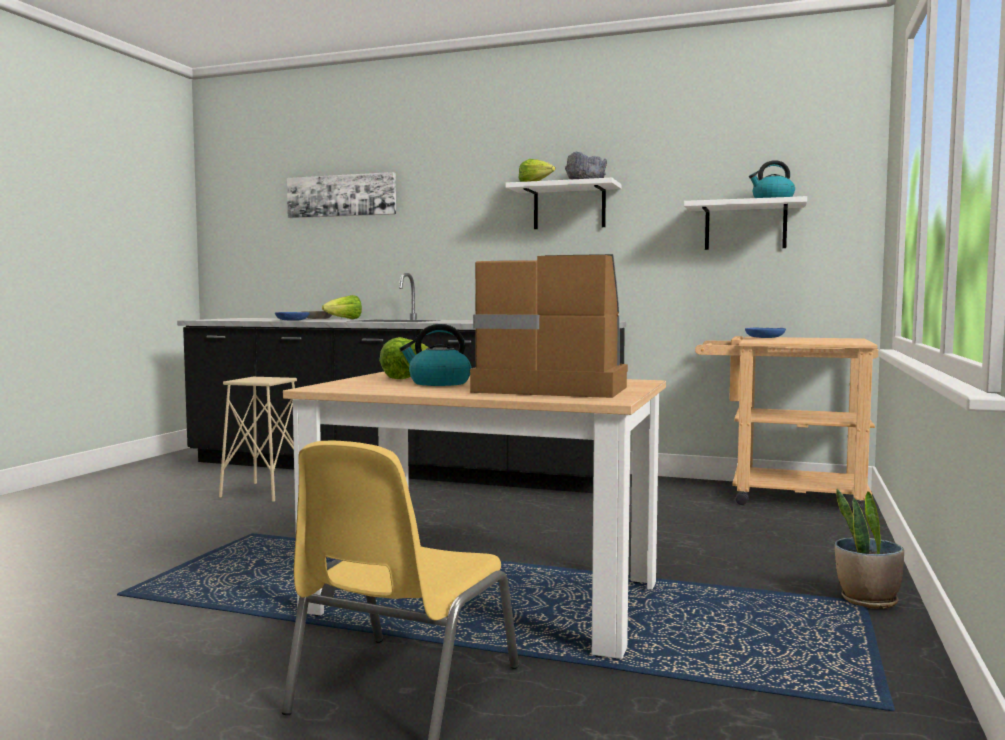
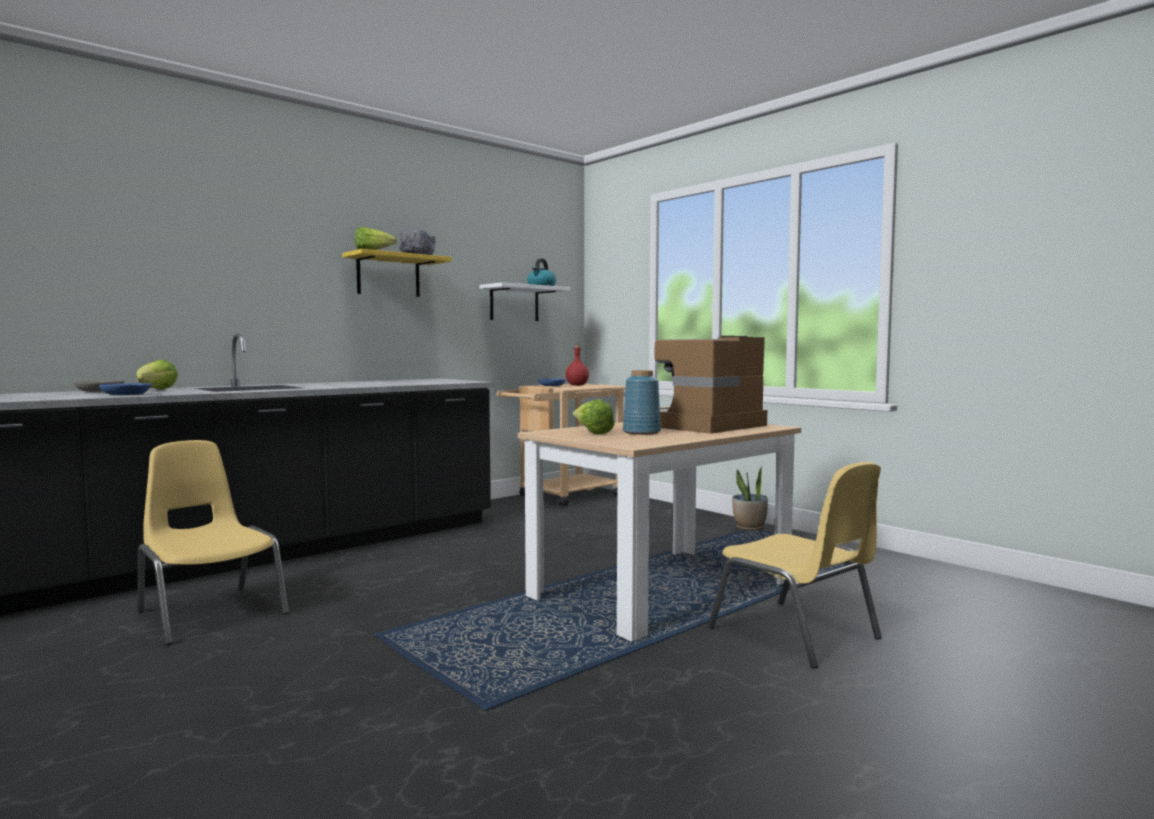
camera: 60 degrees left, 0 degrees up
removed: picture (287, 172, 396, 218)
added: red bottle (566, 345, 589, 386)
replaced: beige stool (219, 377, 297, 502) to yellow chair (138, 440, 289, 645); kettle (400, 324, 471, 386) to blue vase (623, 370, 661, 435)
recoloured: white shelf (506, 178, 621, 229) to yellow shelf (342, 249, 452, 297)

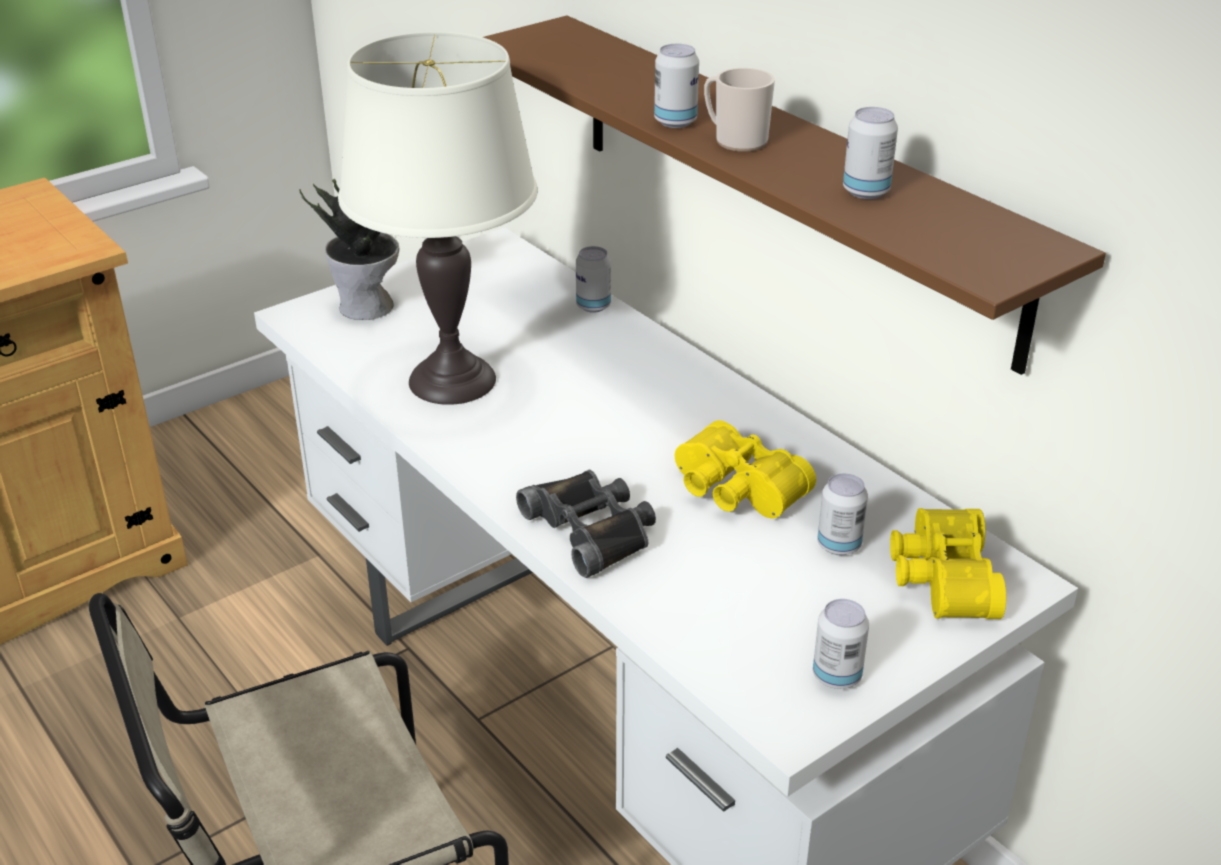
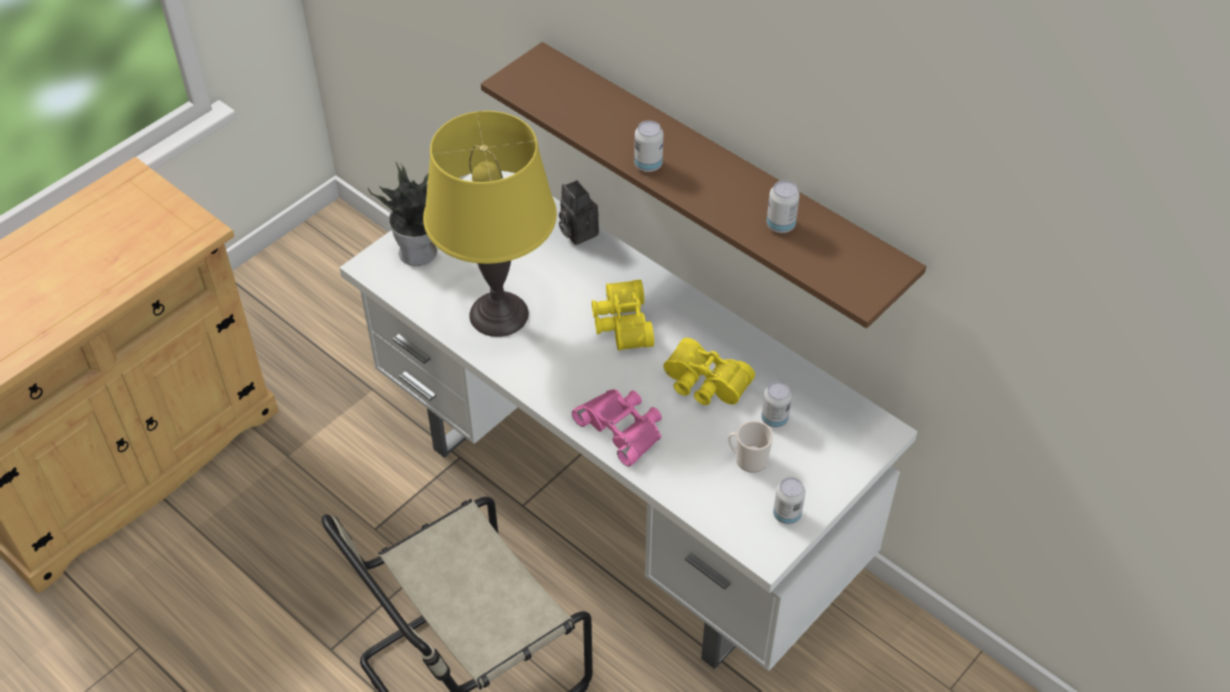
camera: 10 degrees left, 15 degrees up
moved: mug (704, 68, 775, 152) to (728, 421, 773, 473); yellow binoculars (890, 508, 1006, 619) to (592, 279, 654, 351)
replaced: can (576, 246, 611, 313) to photo camera (559, 180, 599, 245)
recoloured: white table lamp (338, 32, 538, 405) to yellow table lamp (423, 111, 557, 337); black binoculars (516, 470, 656, 578) to pink binoculars (572, 389, 662, 467)

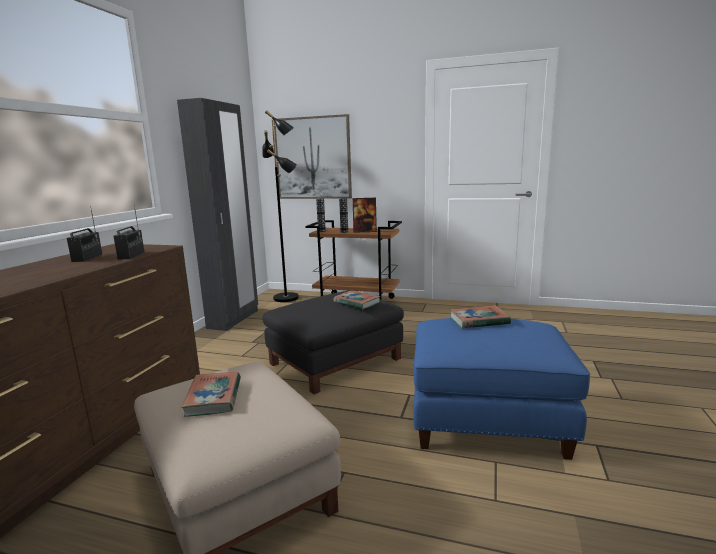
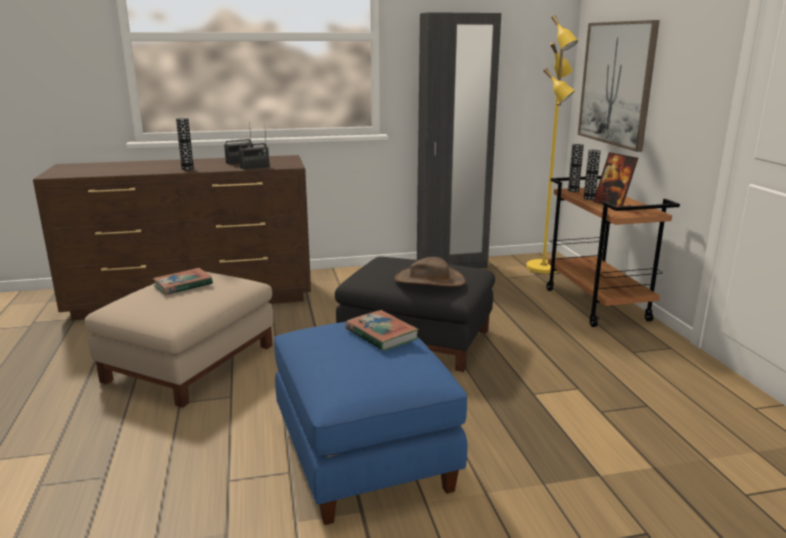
camera: 60 degrees right, 5 degrees up
added: vase (176, 118, 194, 170)
replaced: book (334, 291, 380, 309) to brown hat (394, 257, 466, 287)
recoloured: black floor lamp (262, 110, 299, 302) to yellow floor lamp (526, 15, 578, 274)

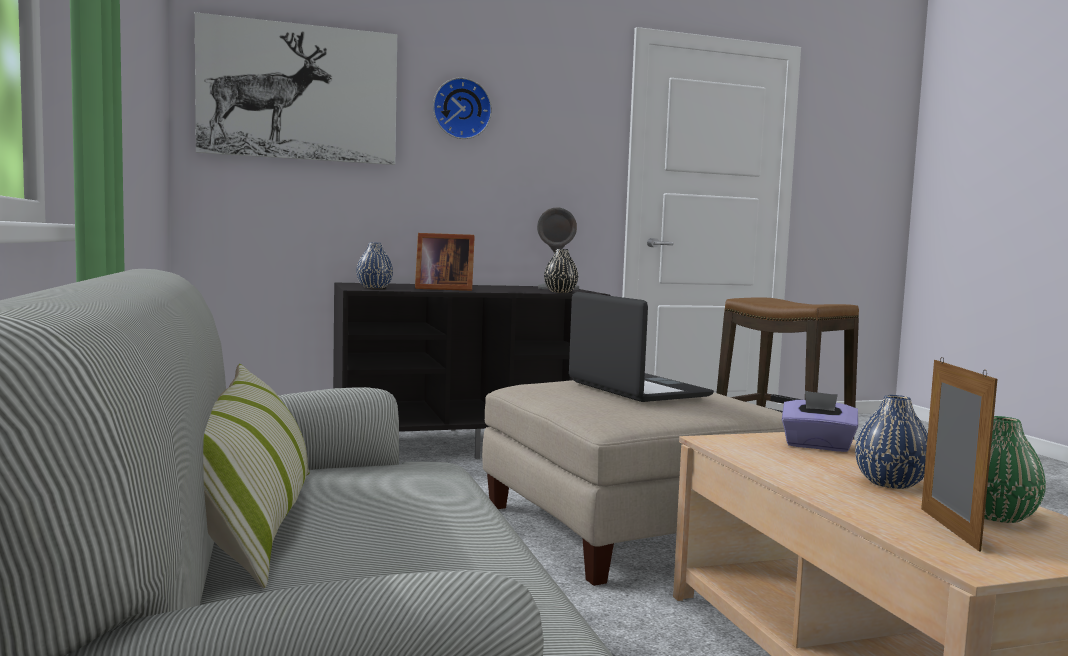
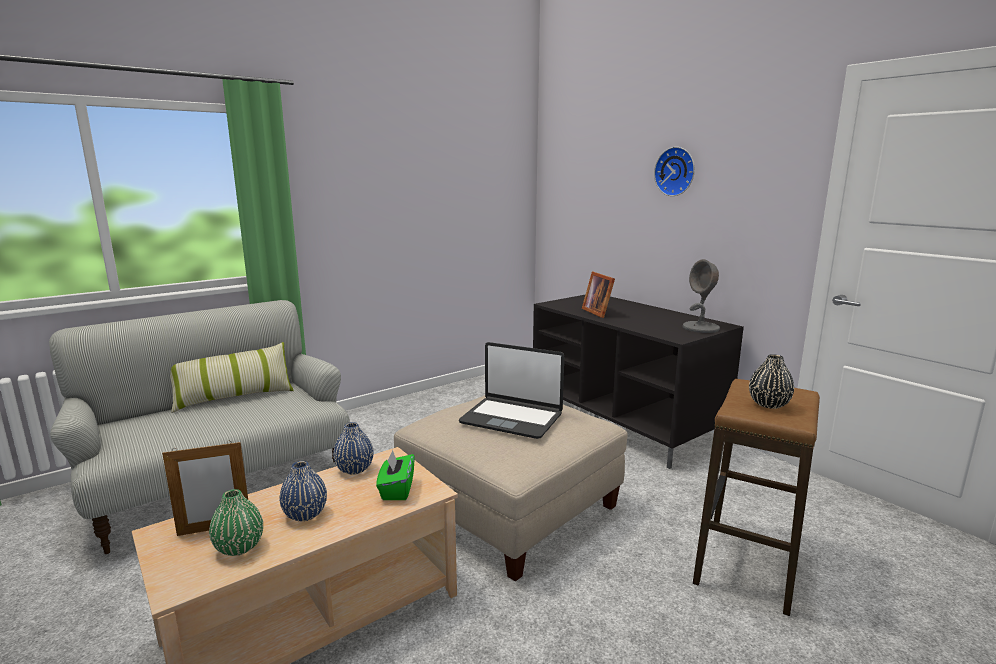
camera: 70 degrees right, 10 degrees up
removed: picture (195, 12, 397, 165)
moved: blue vase (356, 242, 393, 288) to (333, 422, 374, 475); black vase (544, 249, 578, 293) to (749, 354, 794, 409)
recoloured: purple tissue box (782, 391, 858, 452) to green tissue box (376, 450, 415, 500)
turned: laptop (569, 292, 714, 402) = (459, 342, 564, 439) 75 degrees clockwise

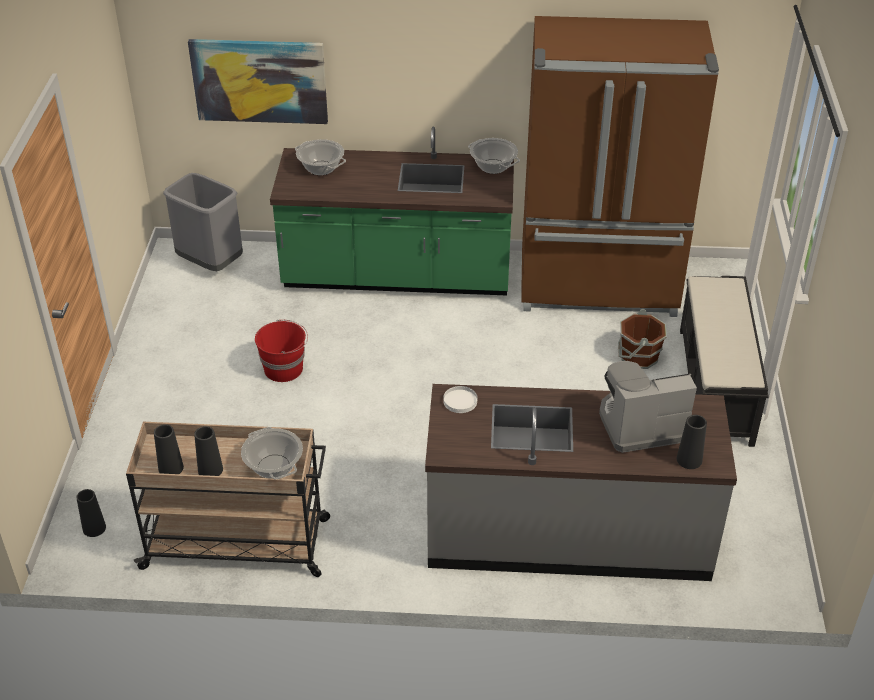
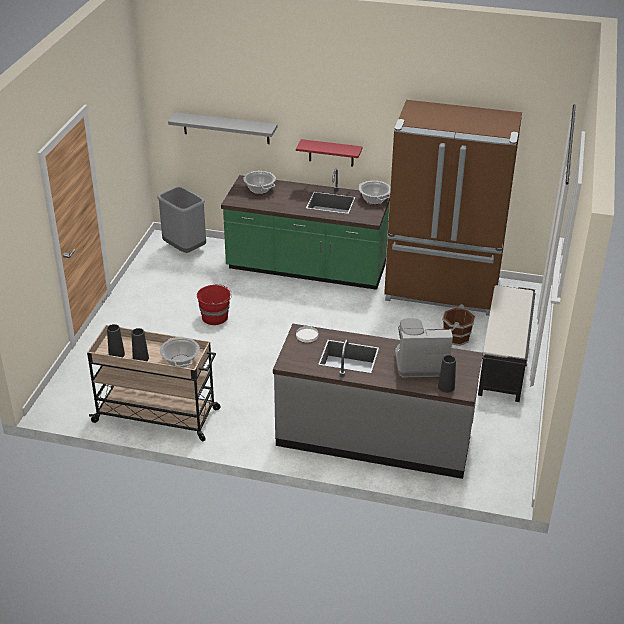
camera: 10 degrees right, 5 degrees down
removed: black vase (76, 489, 106, 537)
added: red shelf (296, 139, 363, 166)
replaced: picture (188, 39, 328, 124) to grey shelf (168, 112, 277, 144)

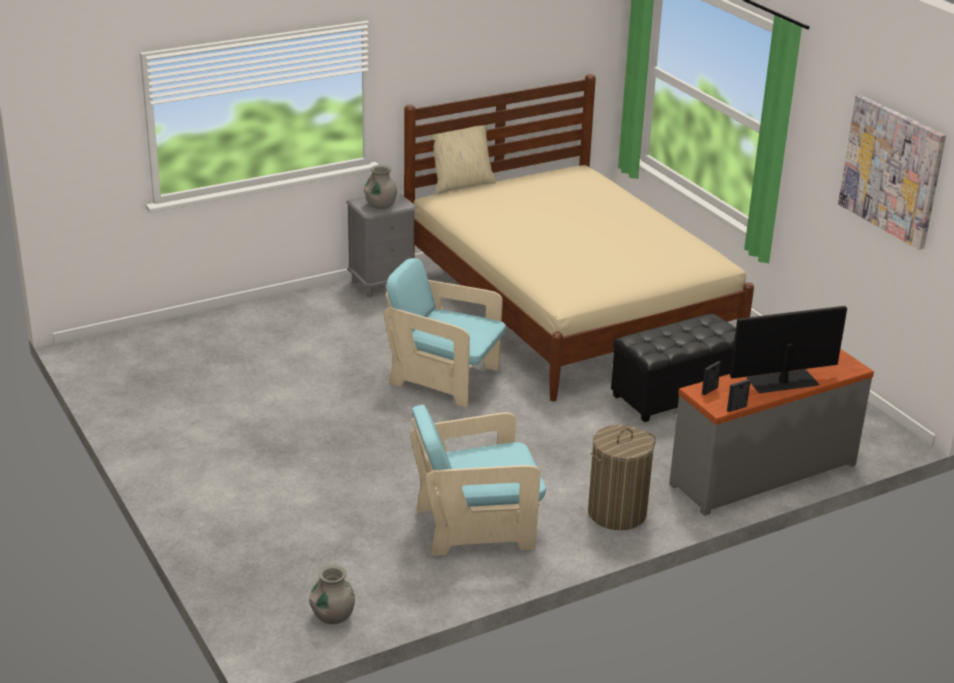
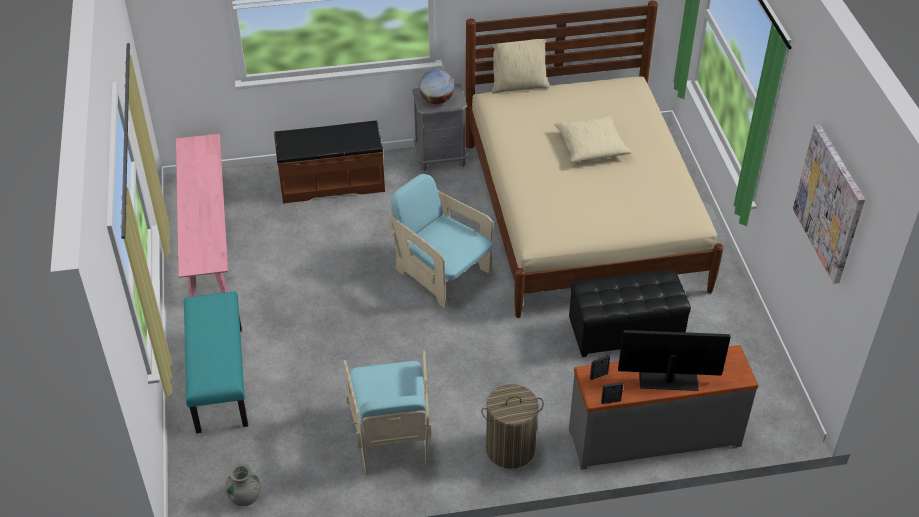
camera: 20 degrees right, 15 degrees up
added: pink bench (176, 134, 228, 297); turquoise bench (184, 291, 248, 433); brown bench (274, 121, 385, 204); beige pillow (554, 116, 632, 162)
replaced: grey vase (364, 165, 397, 209) to globe (419, 69, 454, 104)
turned: turquoise armchair (410, 405, 546, 556) = (343, 351, 431, 475) 105 degrees counterclockwise

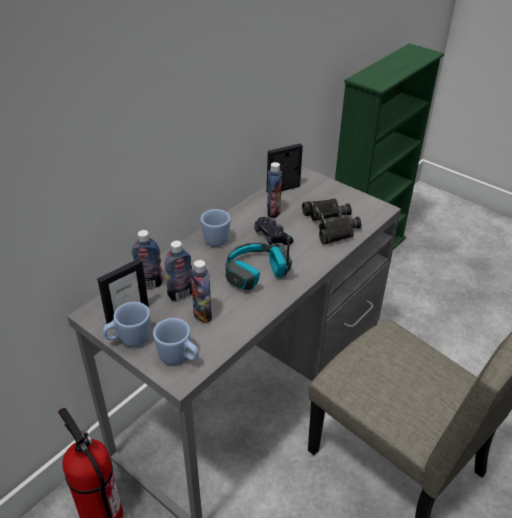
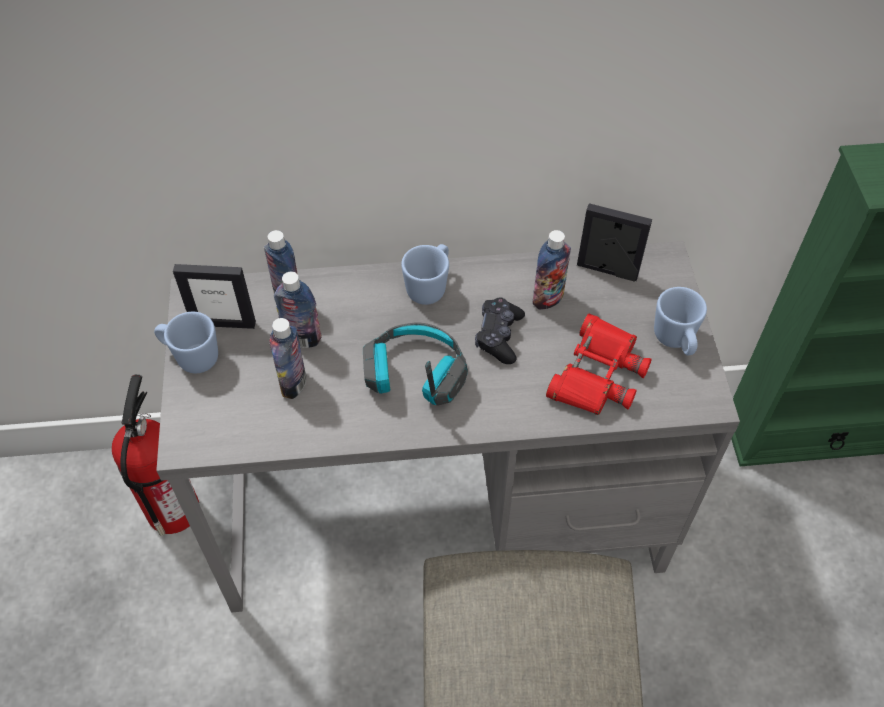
camera: 45 degrees right, 15 degrees up
moved: blue mug (153, 318, 199, 365) to (654, 287, 707, 355)
recoloured: black binoculars (302, 199, 361, 244) to red binoculars (546, 314, 652, 415)

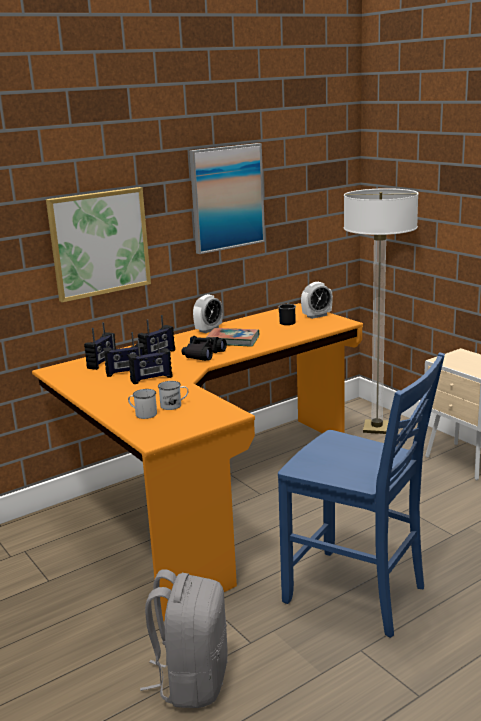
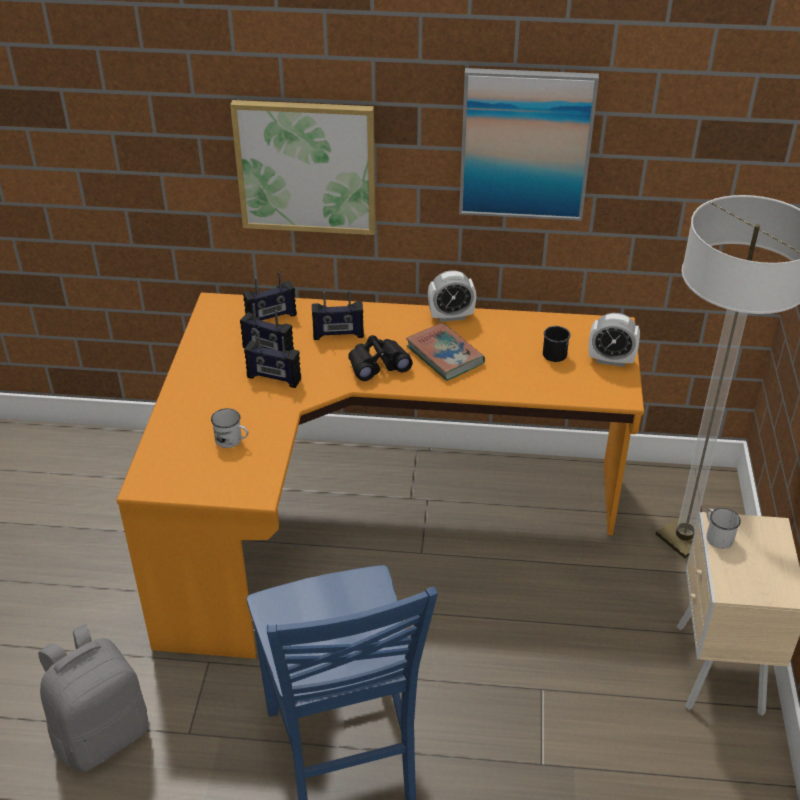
camera: 40 degrees right, 20 degrees up
moved: white mug (128, 389, 157, 419) to (706, 508, 741, 549)

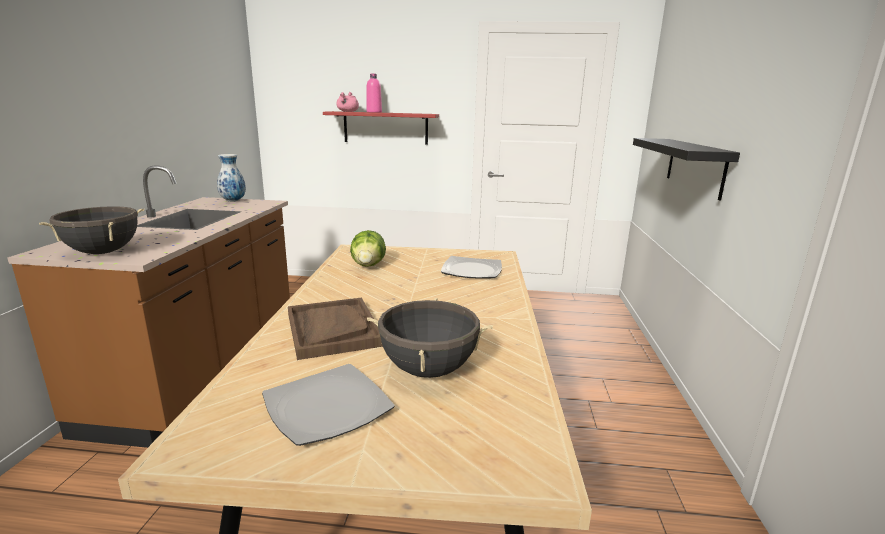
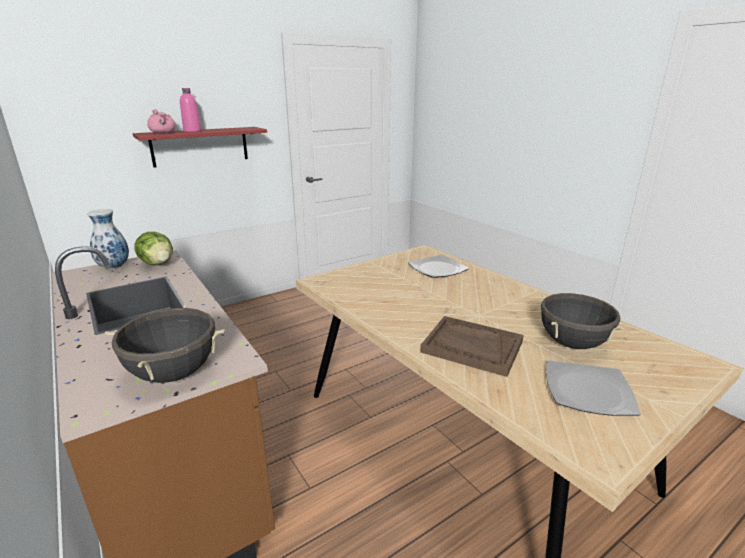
camera: 40 degrees left, 5 degrees up
removed: black shelf (633, 138, 740, 200)
moved: lettuce (350, 230, 386, 267) to (134, 232, 173, 266)

